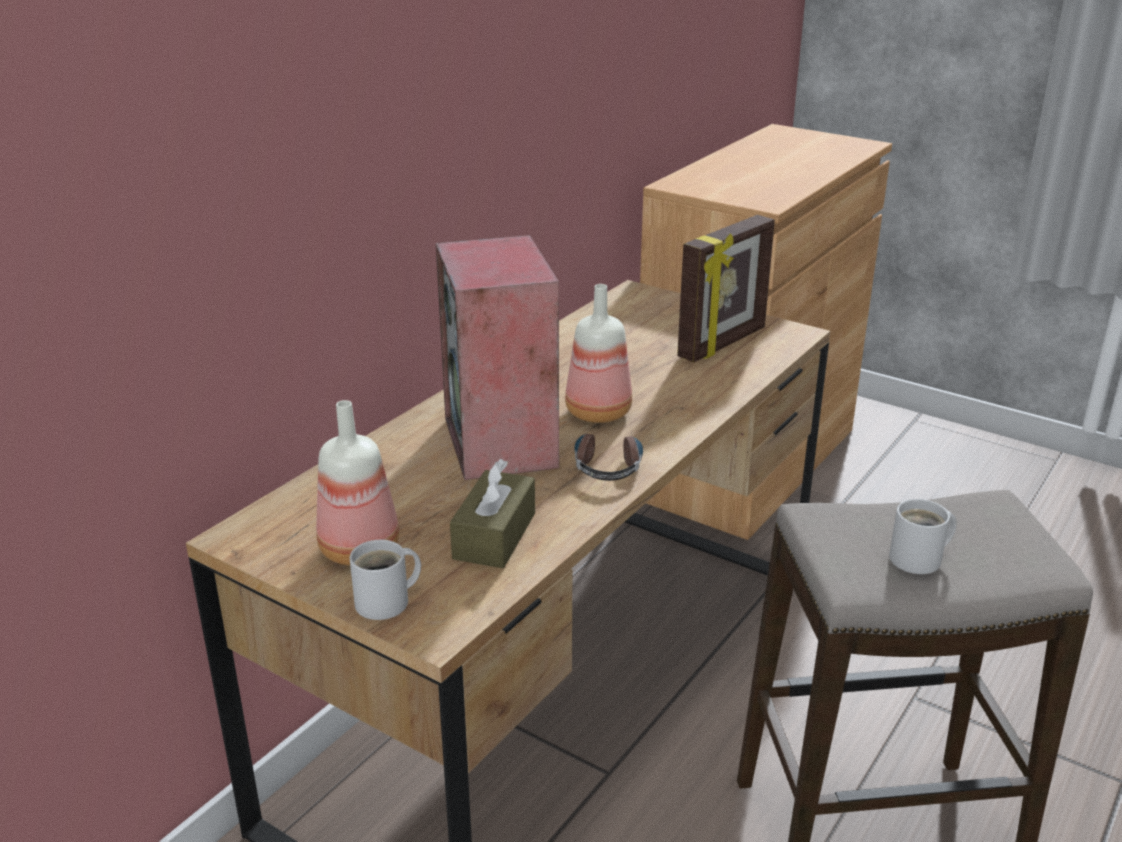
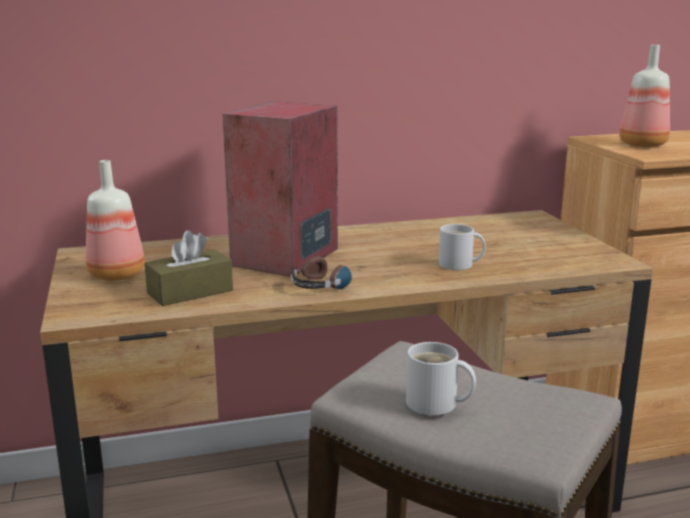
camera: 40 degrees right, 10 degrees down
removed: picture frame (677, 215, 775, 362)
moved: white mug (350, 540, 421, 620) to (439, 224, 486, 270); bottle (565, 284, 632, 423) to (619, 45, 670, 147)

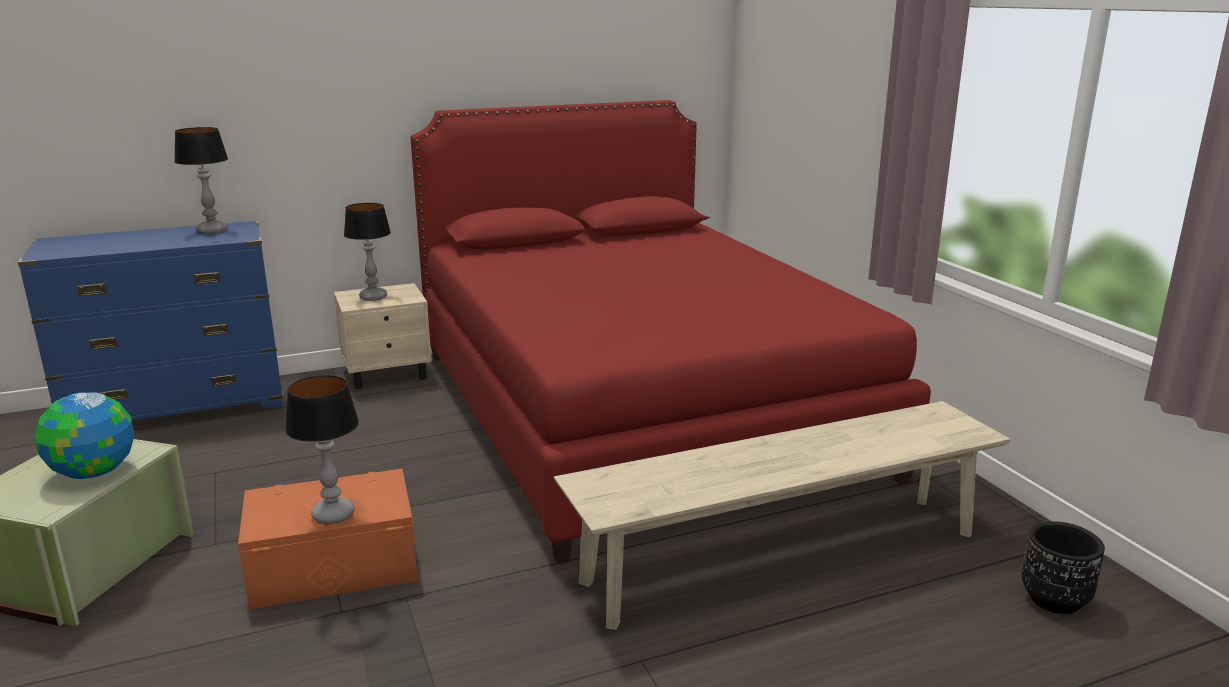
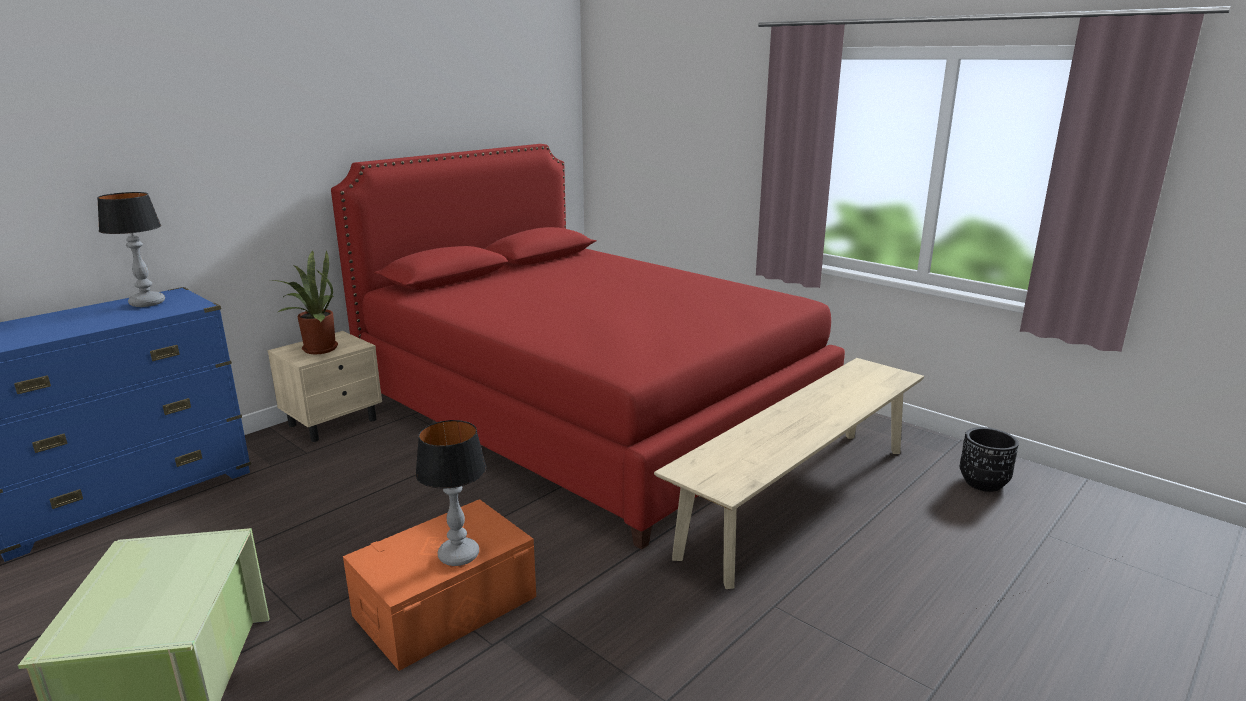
camera: 25 degrees left, 0 degrees up
removed: globe (35, 392, 135, 479)
replaced: table lamp (344, 203, 391, 301) to potted plant (270, 250, 338, 354)

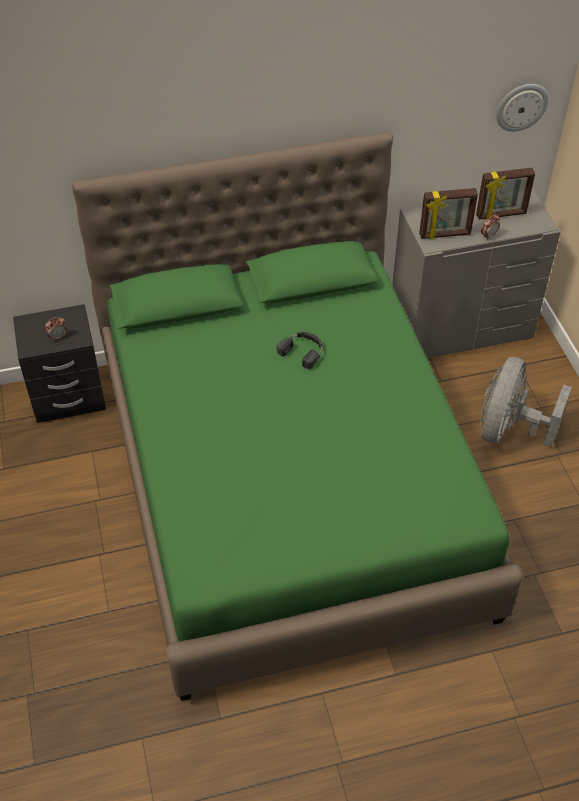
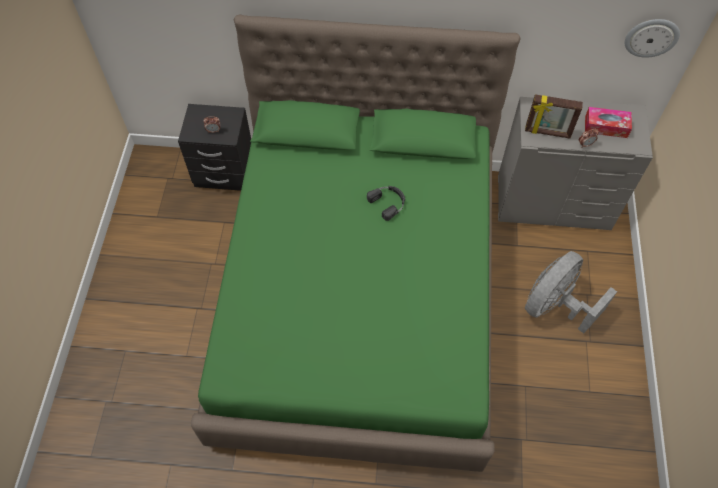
camera: 20 degrees right, 10 degrees up
replaced: picture frame (476, 168, 535, 220) to tissue box (585, 107, 632, 138)

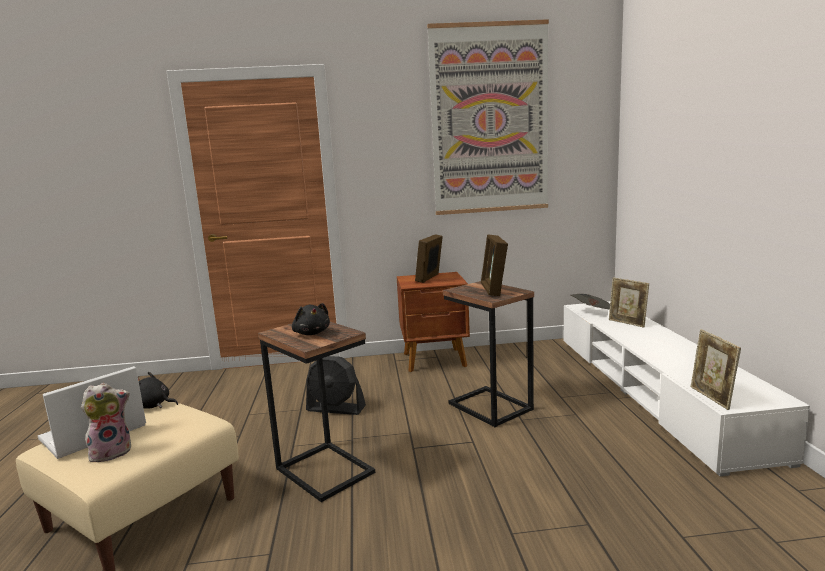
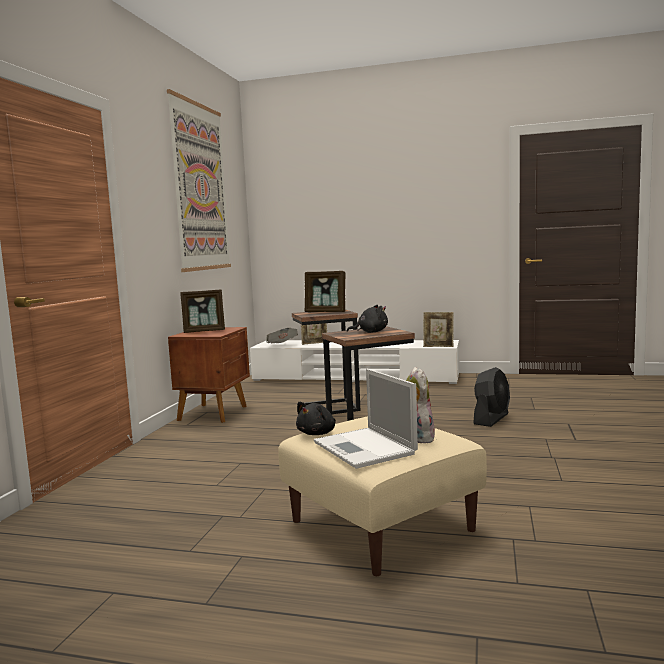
camera: 70 degrees left, 5 degrees down
moved: black fan (306, 356, 366, 415) to (473, 367, 510, 427)
turned: picture frame (415, 234, 443, 283) = (180, 290, 225, 333) 60 degrees counterclockwise

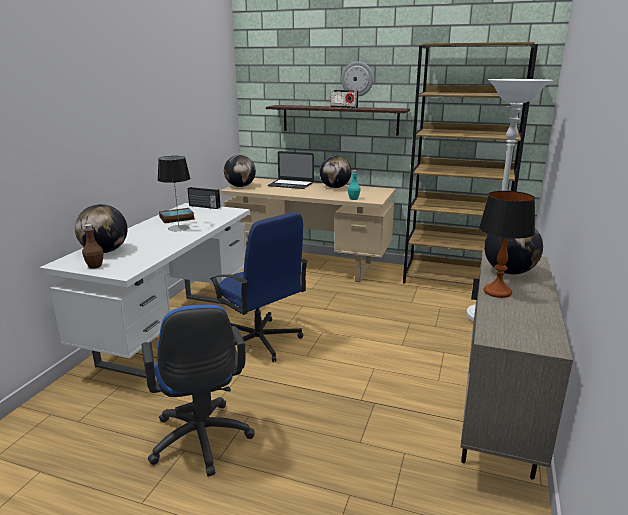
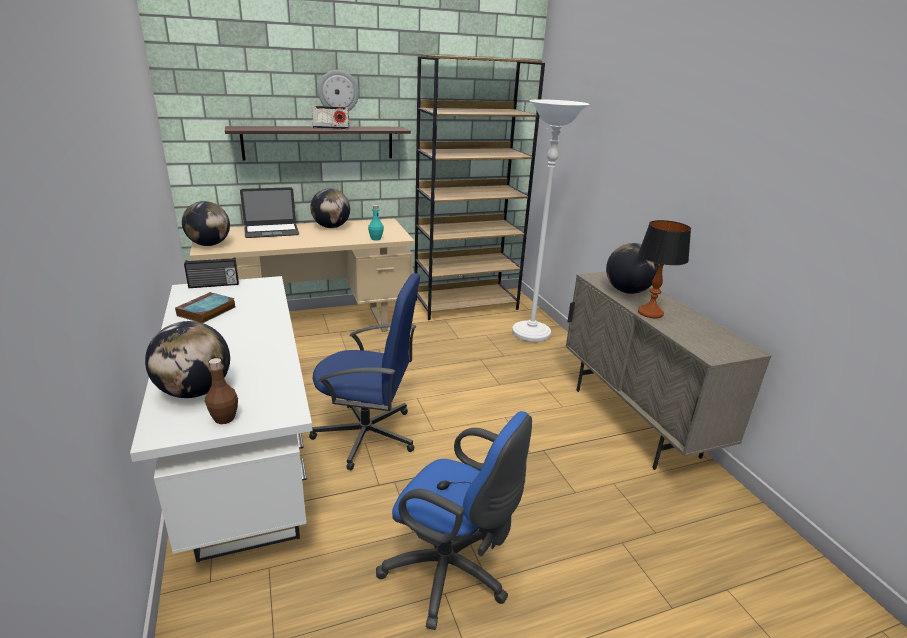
camera: 40 degrees left, 5 degrees up
removed: table lamp (158, 156, 191, 231)

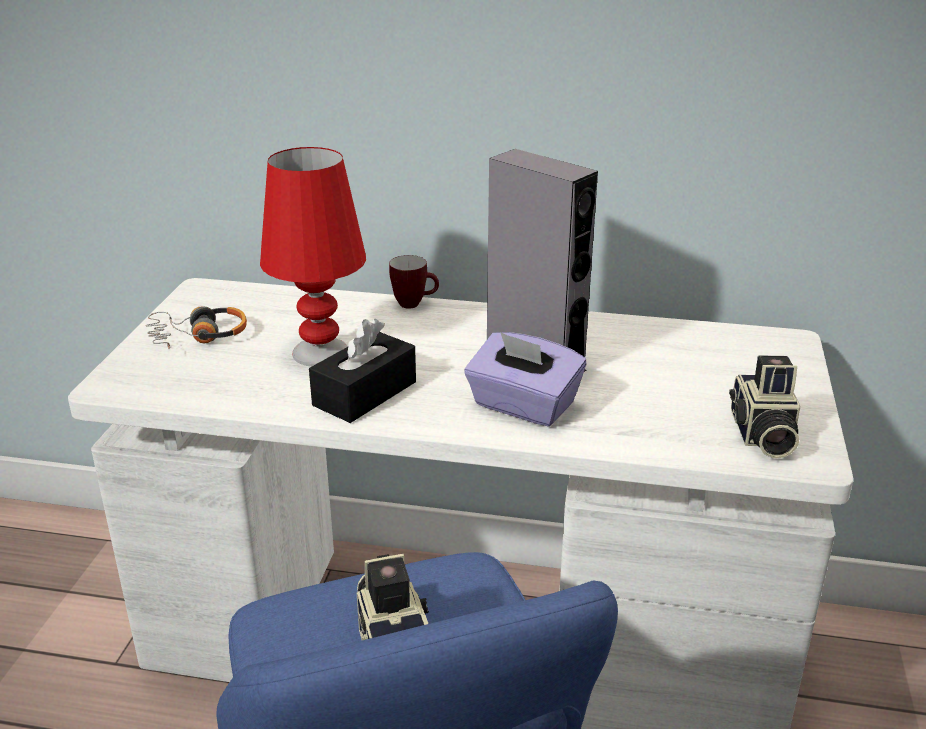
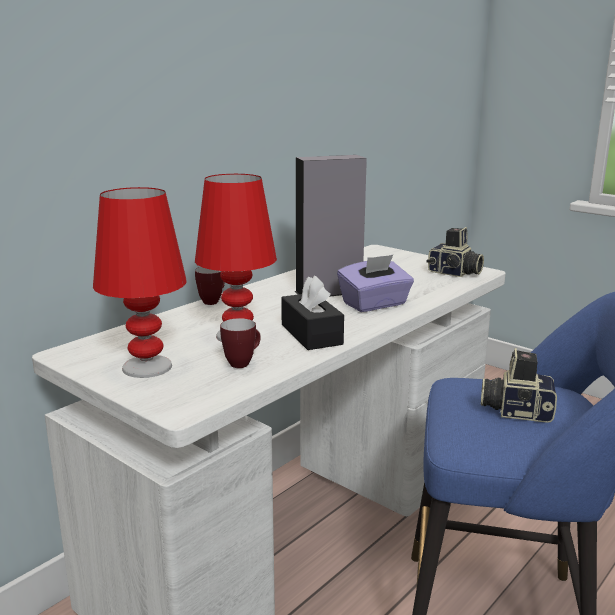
camera: 60 degrees left, 10 degrees down
added: mug (220, 318, 260, 368)
replaced: headphones (145, 306, 247, 349) to red table lamp (93, 187, 186, 378)

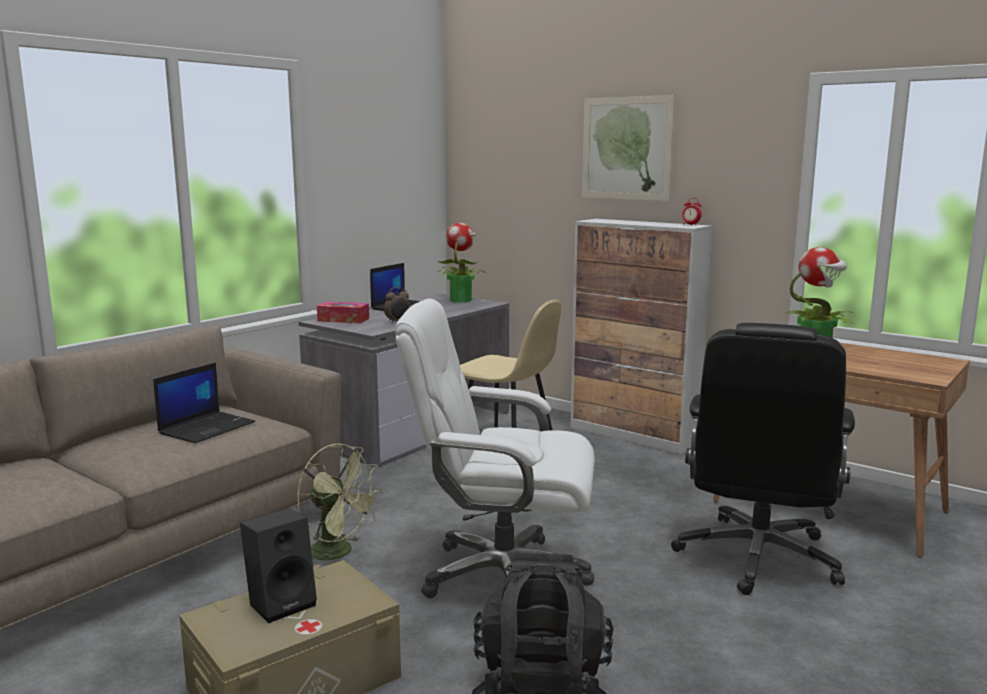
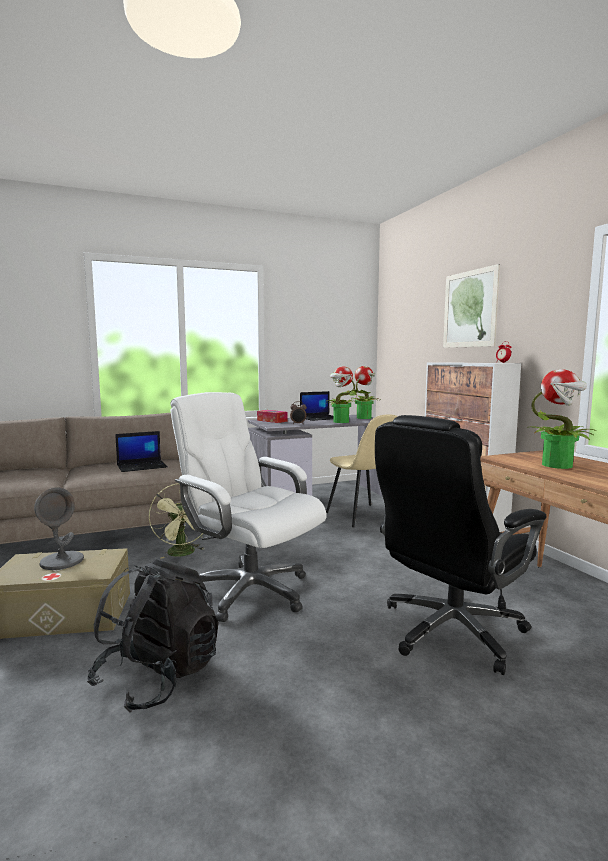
camera: 30 degrees right, 5 degrees down
added: potted plant (326, 366, 358, 423)
replaced: black speaker (240, 508, 317, 623) to grey table lamp (34, 487, 84, 570)

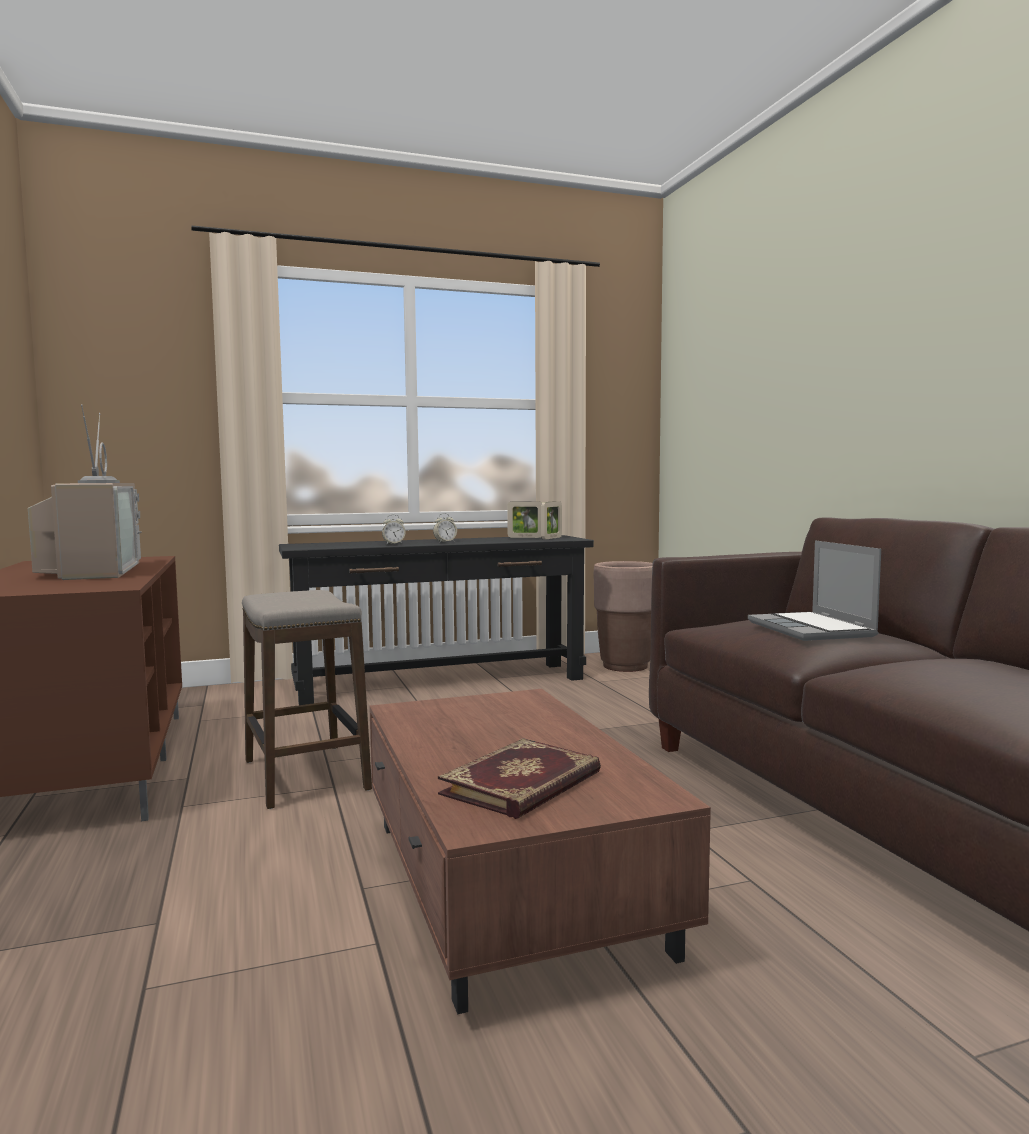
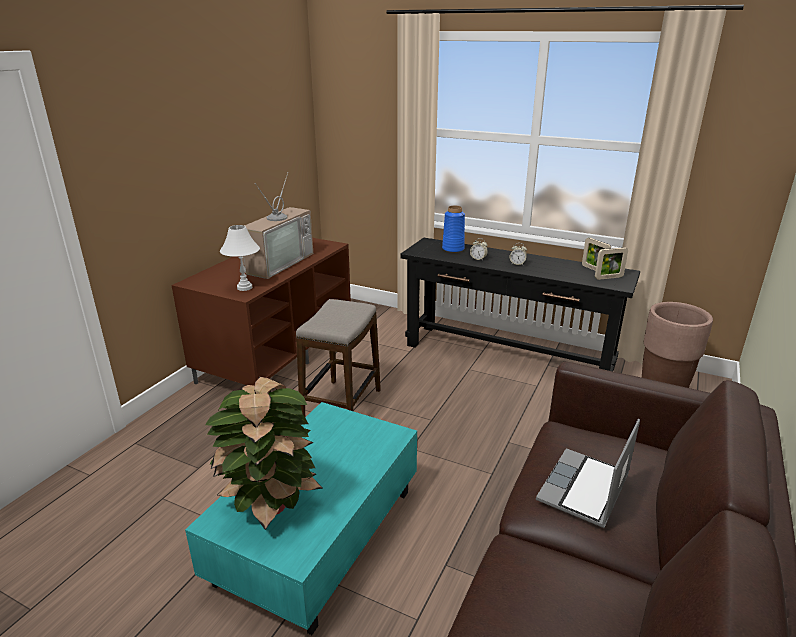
camera: 45 degrees right, 20 degrees up
added: white table lamp (220, 225, 260, 291); blue vase (442, 206, 465, 253)
replaced: book (438, 738, 601, 819) to potted plant (205, 377, 323, 530)
recoloured: brown coffee table (369, 689, 711, 1014) to turquoise coffee table (185, 402, 417, 635)

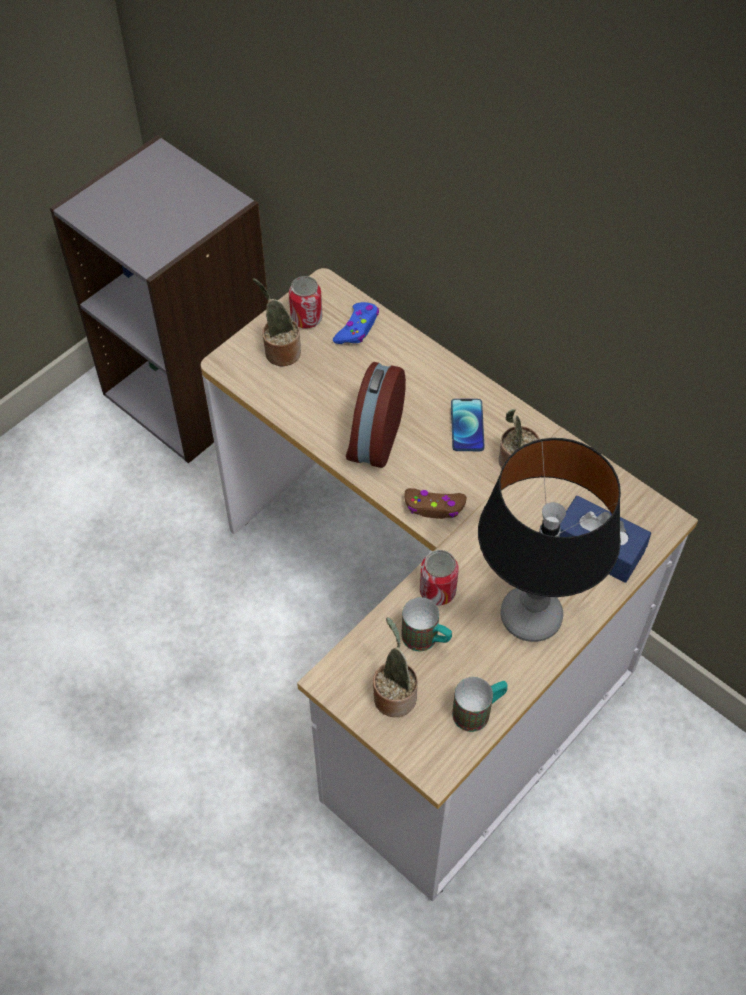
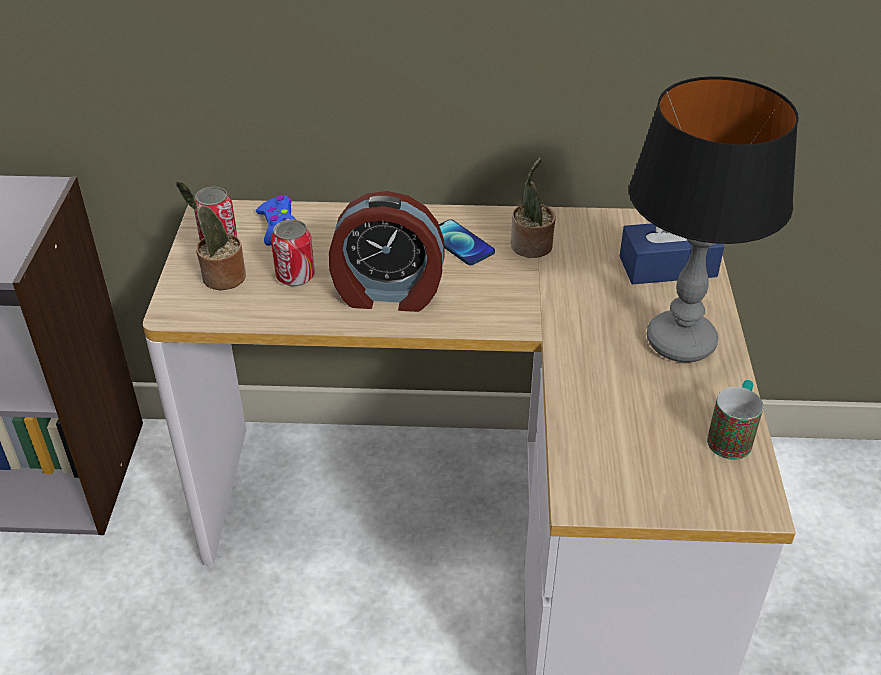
camera: 40 degrees left, 15 degrees down
removed: potted plant (373, 617, 418, 717); mug (401, 597, 452, 651); brown game controller (405, 488, 467, 519)
moved: can (420, 550, 459, 605) to (271, 219, 315, 286)
turned: alarm clock (346, 362, 406, 468) = (329, 191, 445, 312) 60 degrees counterclockwise

